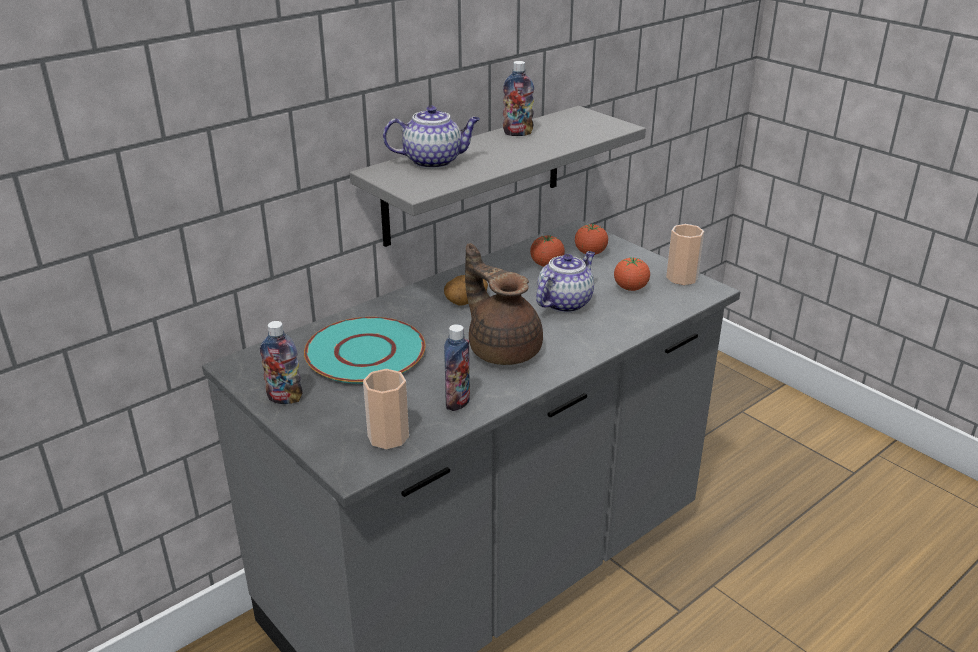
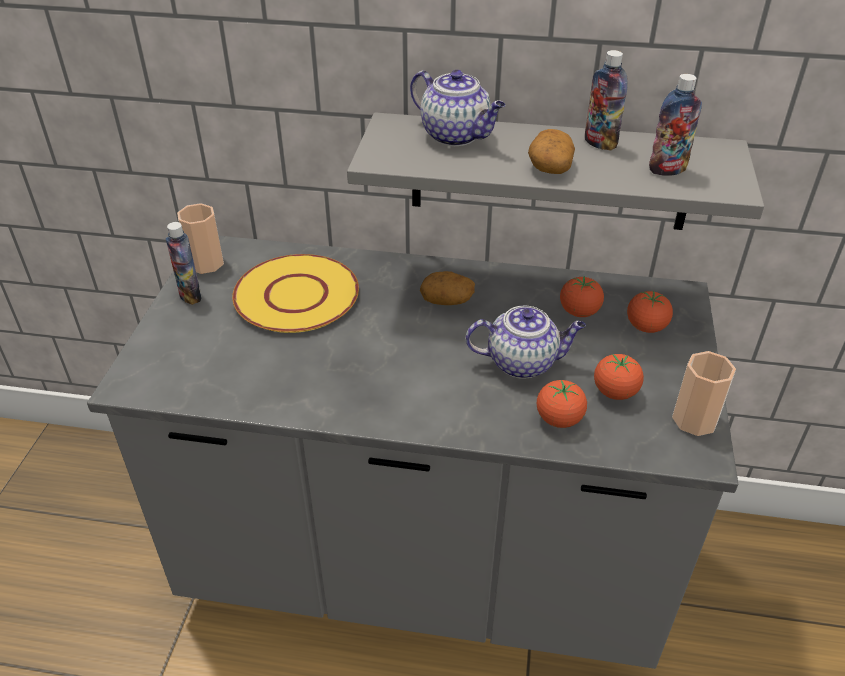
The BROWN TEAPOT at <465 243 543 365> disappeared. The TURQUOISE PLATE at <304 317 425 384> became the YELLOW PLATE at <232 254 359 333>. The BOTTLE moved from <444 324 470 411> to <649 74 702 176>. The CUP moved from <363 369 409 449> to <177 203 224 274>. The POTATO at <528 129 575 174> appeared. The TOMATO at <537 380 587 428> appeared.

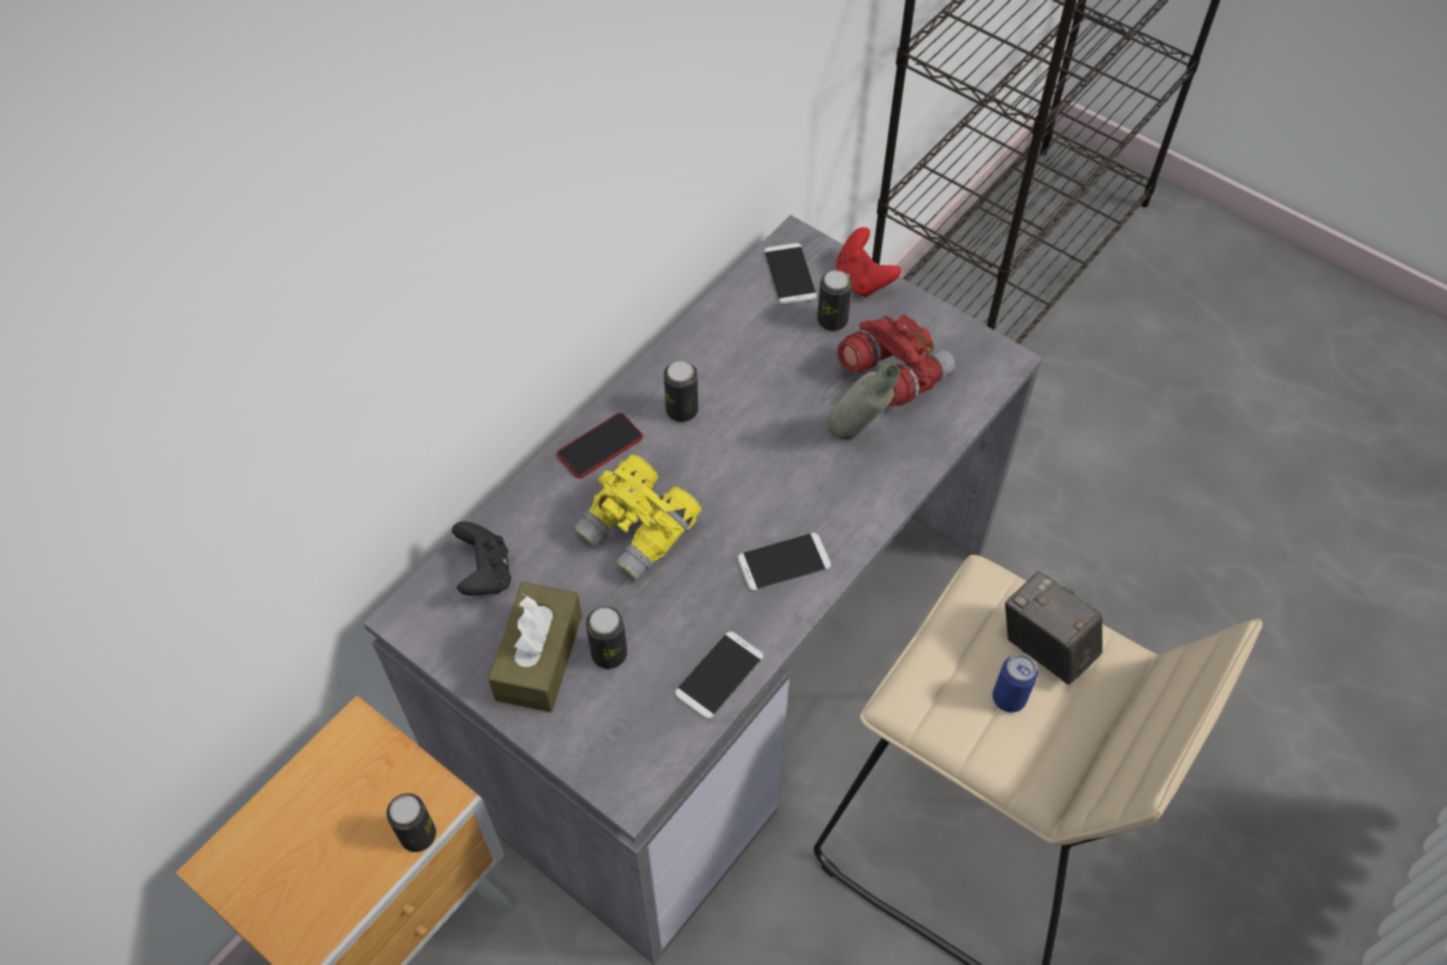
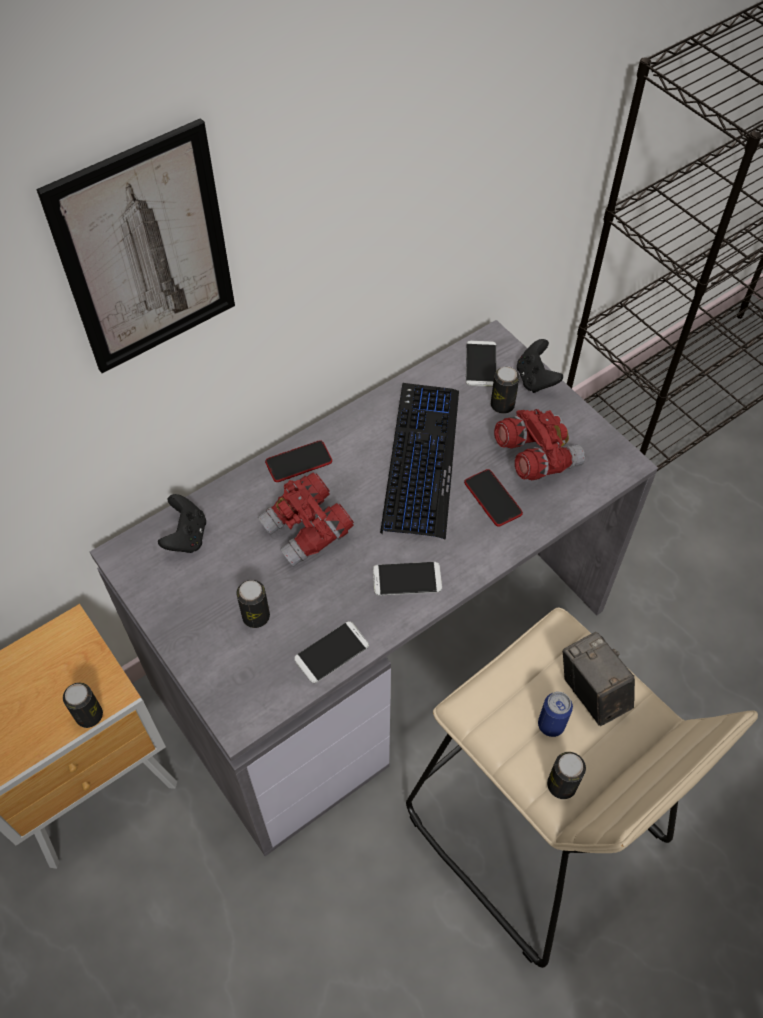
The RED GAME CONTROLLER at <836 227 901 297> became the BLACK GAME CONTROLLER at <517 339 563 393>. The CAN moved from <664 361 698 422> to <547 752 586 799>. The GREY BOTTLE at <827 364 900 440> was replaced by the PHONE at <464 469 523 527>. The YELLOW BINOCULARS at <574 454 702 580> became the RED BINOCULARS at <257 472 354 567>. The BROWN TISSUE BOX at <488 582 582 712> disappeared. The PICTURE at <36 118 235 373> appeared. The KEYBOARD at <380 383 459 540> appeared.

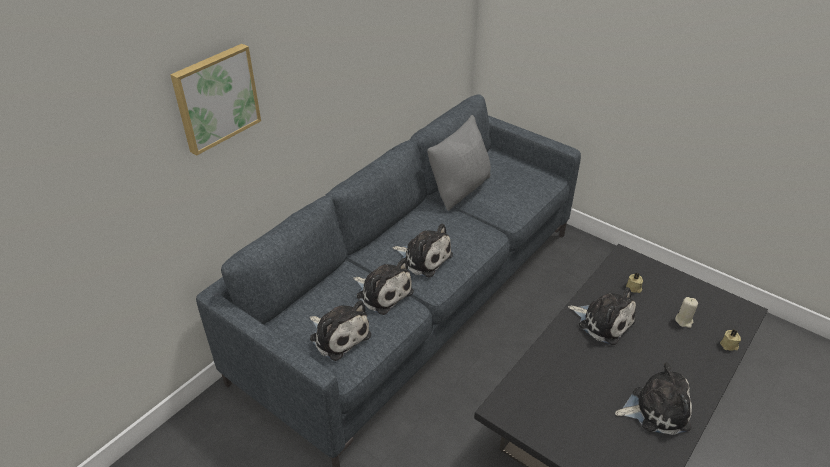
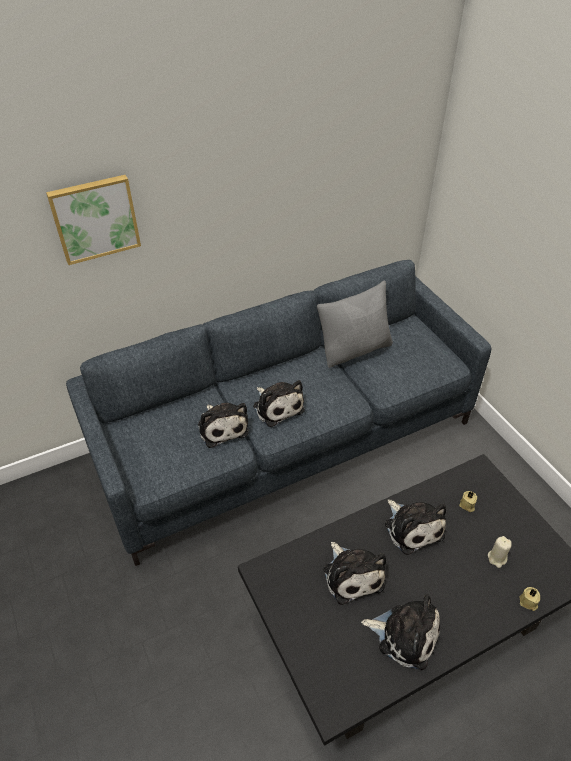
The PLUSH TOY moved from <309 300 371 361> to <323 542 386 605>.

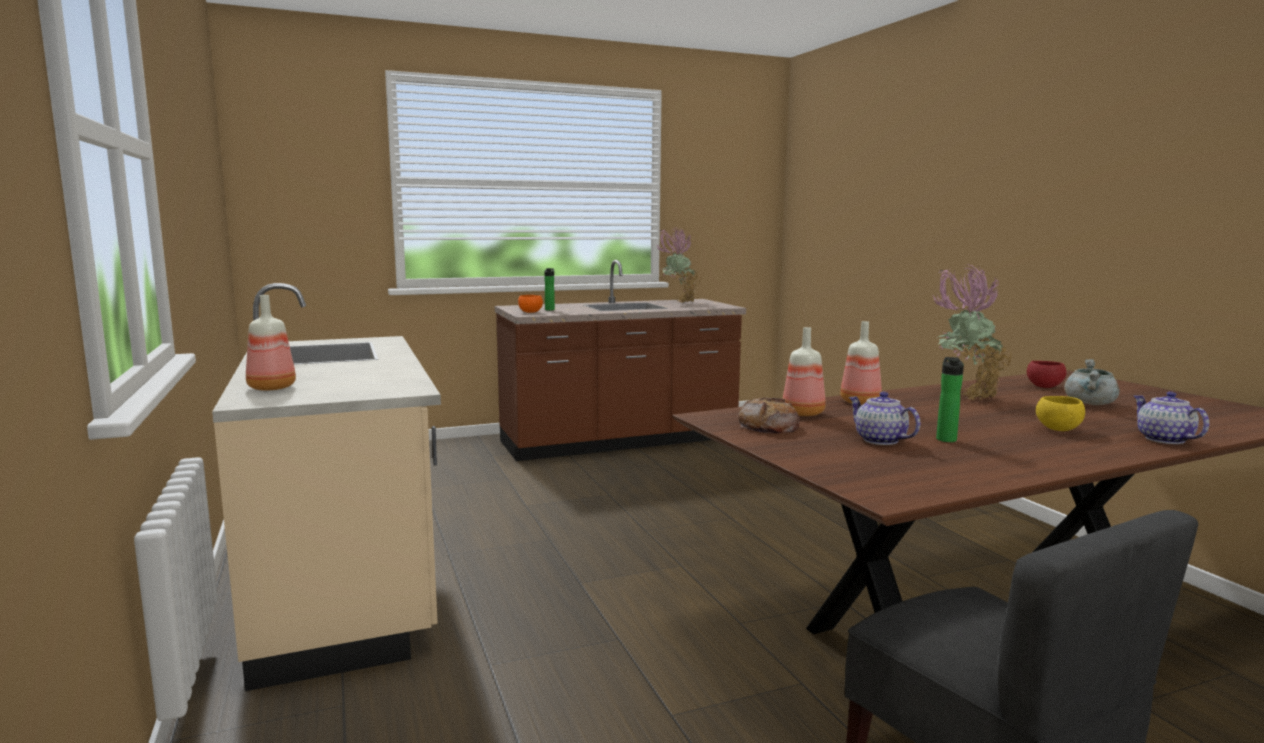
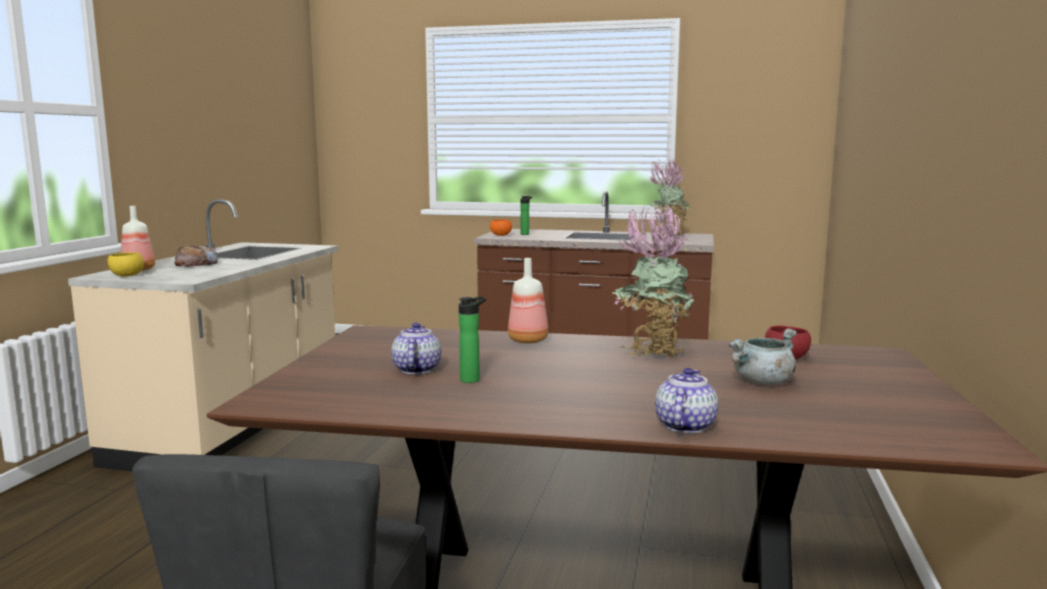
The BOTTLE at <783 327 826 416> disappeared. The YELLOW BOWL moved from <1036 396 1085 431> to <108 252 144 276>. The BREAD moved from <738 397 800 433> to <174 245 218 267>.

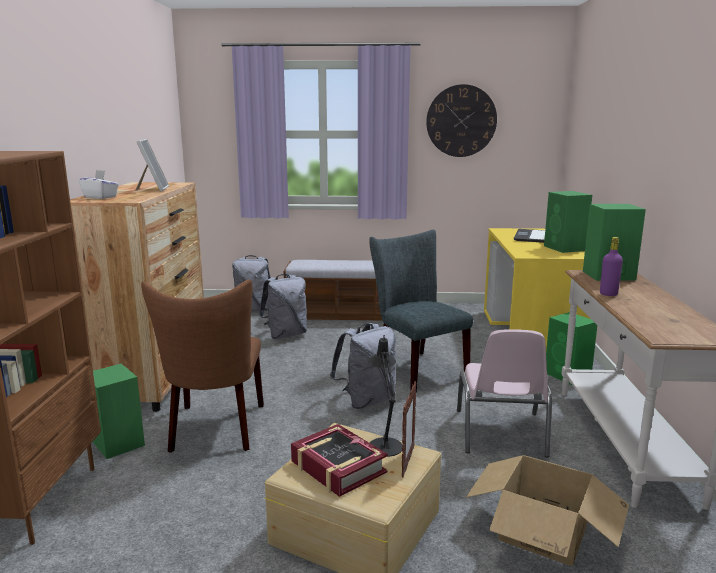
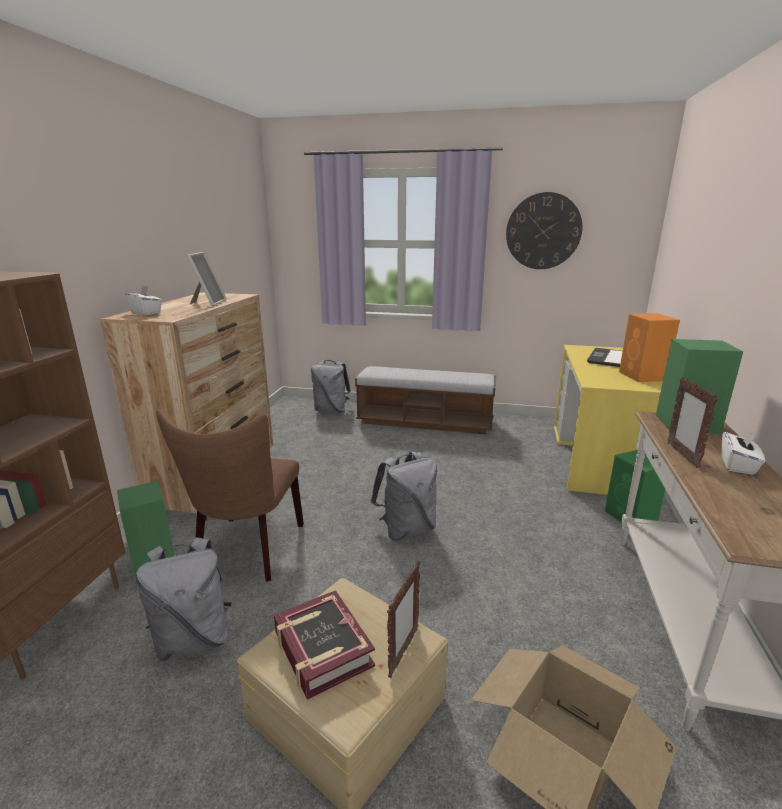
The GREEN SPEAKER at <544 191 592 253> became the ORANGE SPEAKER at <619 313 680 382>. The GREY CHAIR at <369 230 473 392> disappeared. The PURPLE BOTTLE at <600 237 623 296> was replaced by the PICTURE FRAME at <667 377 718 468>. The GREY BACKPACK moved from <259 274 307 339> to <136 537 232 661>. The PINK CHAIR at <457 329 552 457> disappeared. The BLACK TABLE LAMP at <369 335 403 457> disappeared. The WHITE TISSUE BOX at <721 430 765 475> appeared.

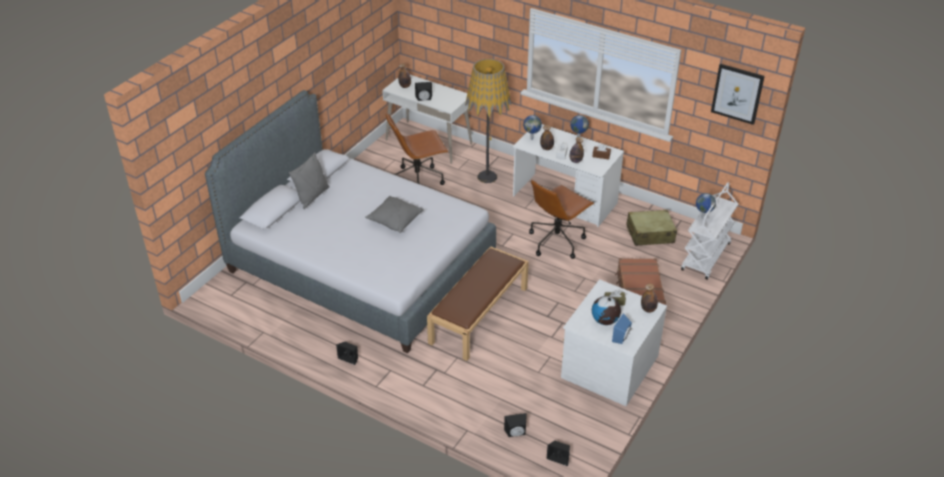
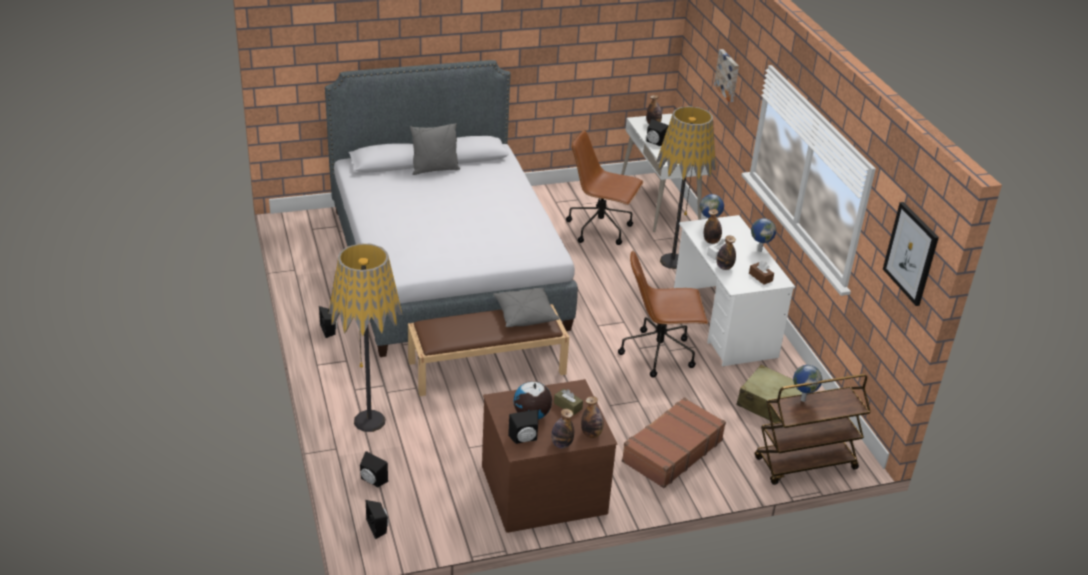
The WHITE CART at <681 182 738 280> became the BROWN CART at <755 374 871 485>. The GREY PILLOW moved from <365 196 424 233> to <493 288 560 327>. The WHITE DRESSER at <561 279 667 406> became the BROWN DRESSER at <482 379 618 533>. The BLUE SPEAKER at <612 314 632 344> became the BLACK SPEAKER at <508 410 538 444>. The PICTURE at <714 49 739 102> appeared. The FLOOR LAMP at <328 243 403 432> appeared. The BOTTLE at <551 409 574 448> appeared.

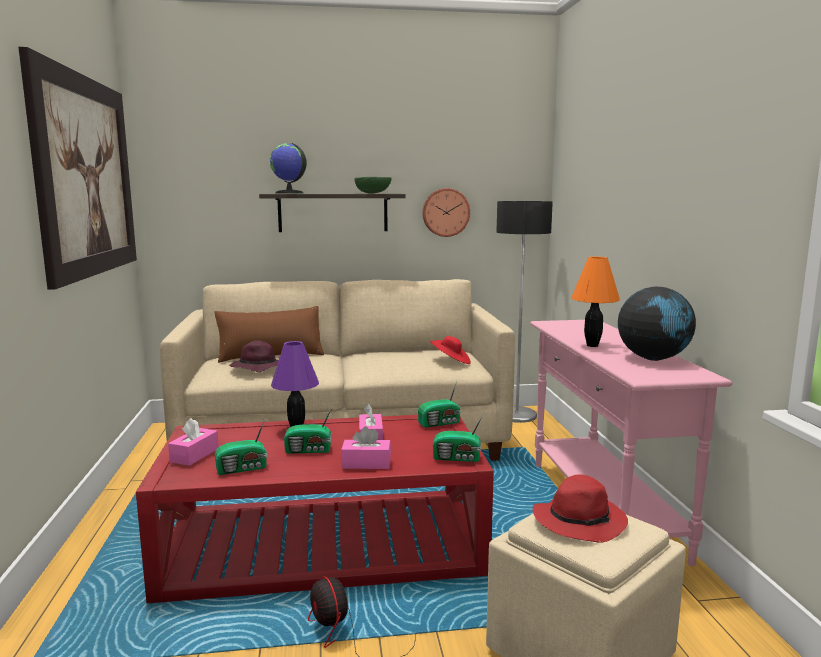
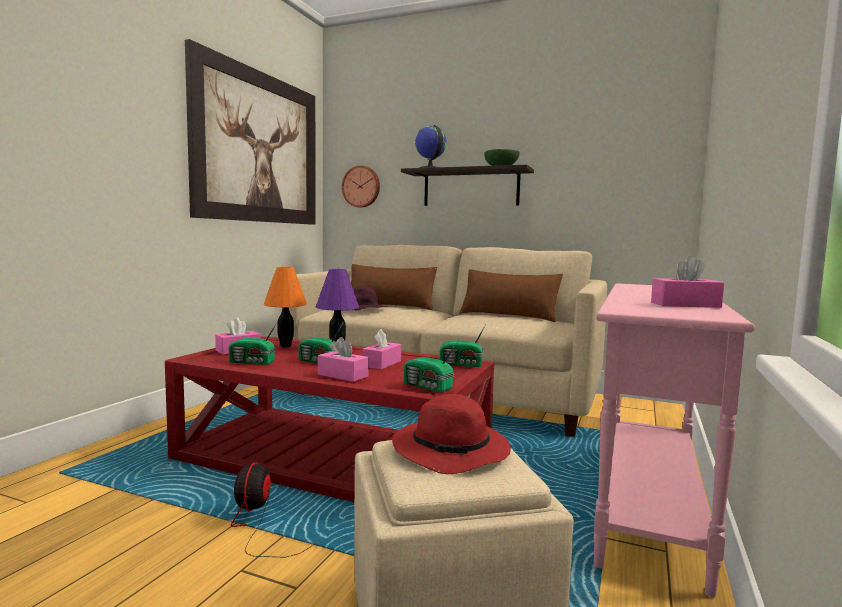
The WALL CLOCK moved from <422 188 470 237> to <341 165 380 208>. The FLOOR LAMP at <496 201 553 423> disappeared. The ORANGE TABLE LAMP moved from <571 257 620 347> to <264 267 307 347>. The GLOBE at <618 287 696 361> was replaced by the PINK TISSUE BOX at <651 256 724 308>. The RED HAT at <430 336 471 364> disappeared. The BROWN PILLOW at <459 269 563 322> appeared.

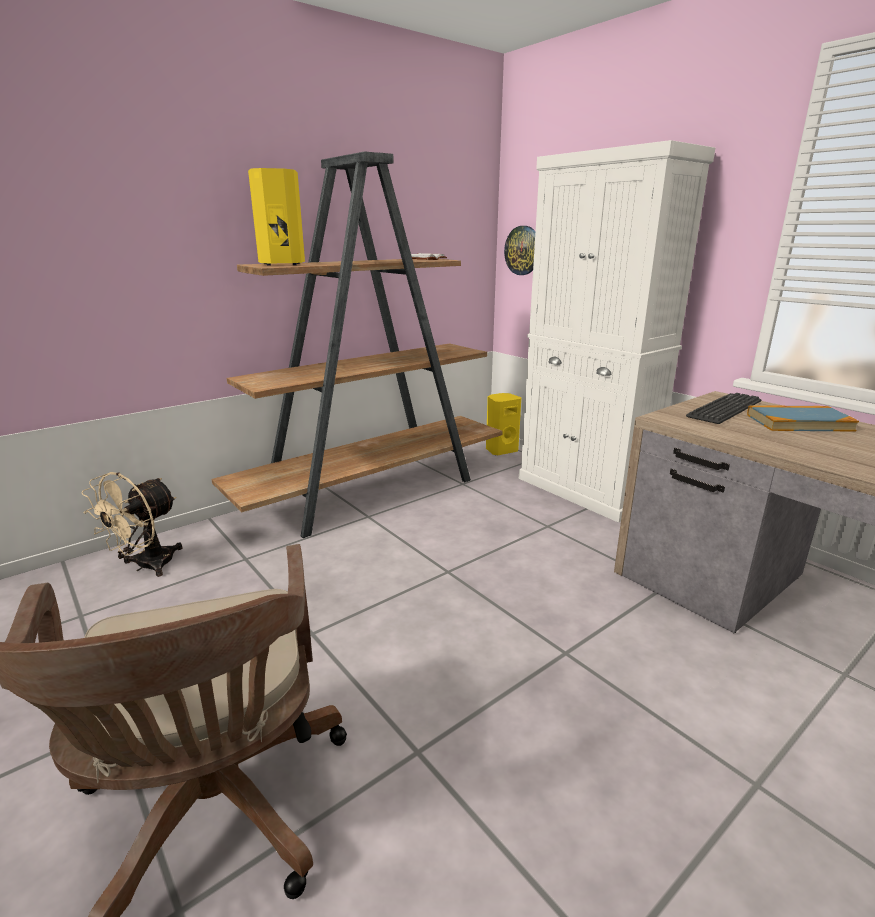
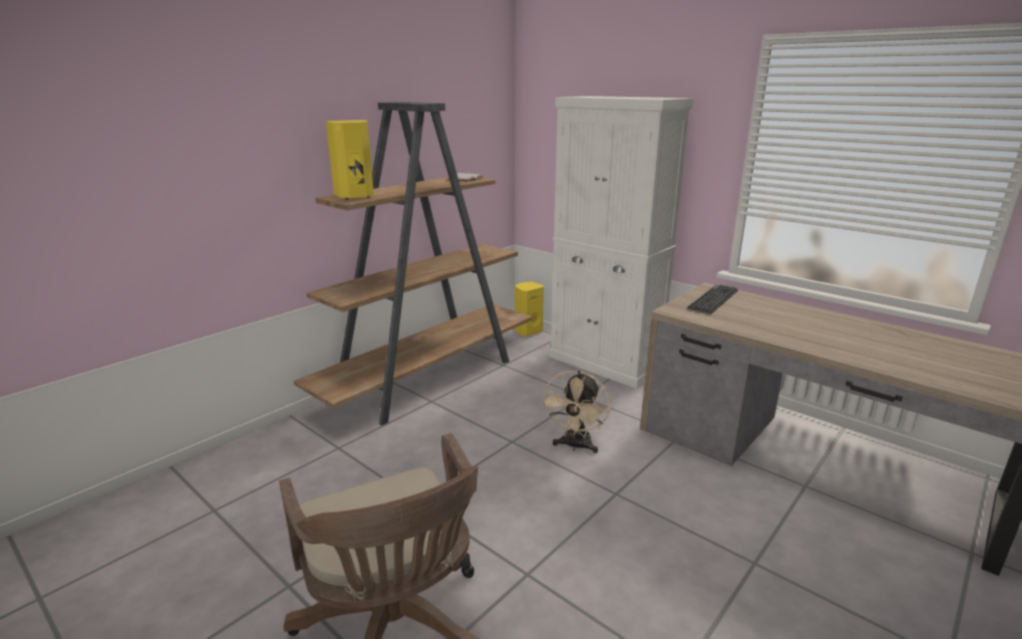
The WALL CLOCK at <504 226 535 275> disappeared. The BOOK at <747 405 859 431> disappeared. The BEIGE FAN moved from <82 472 182 577> to <540 370 610 453>.

